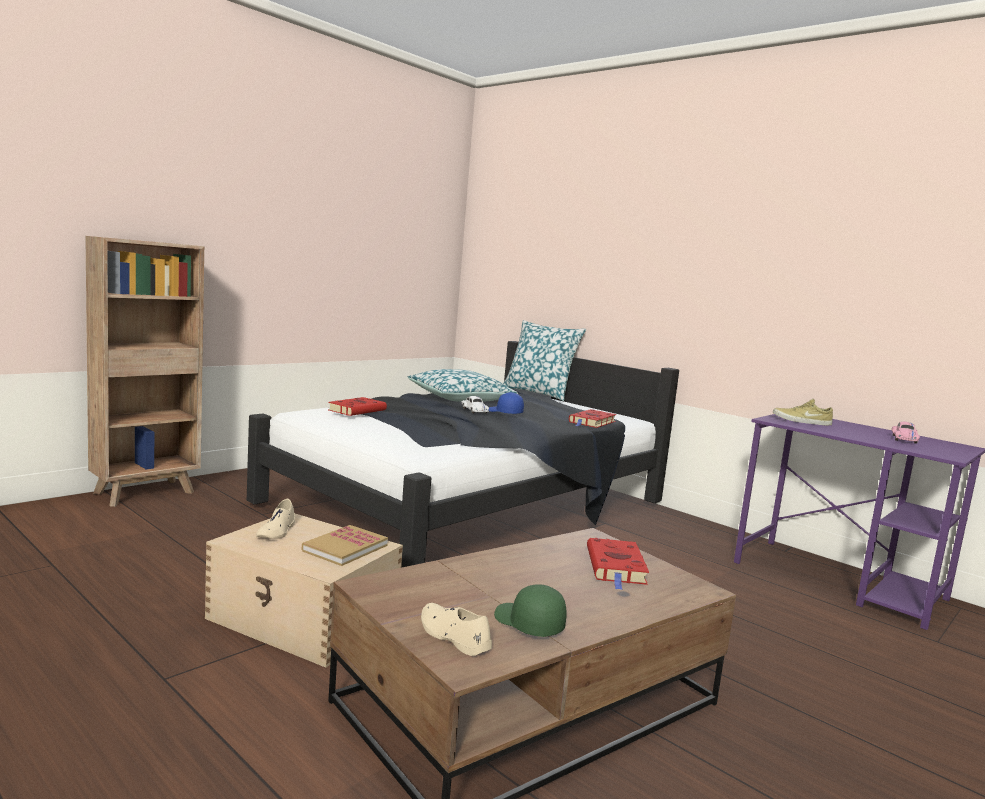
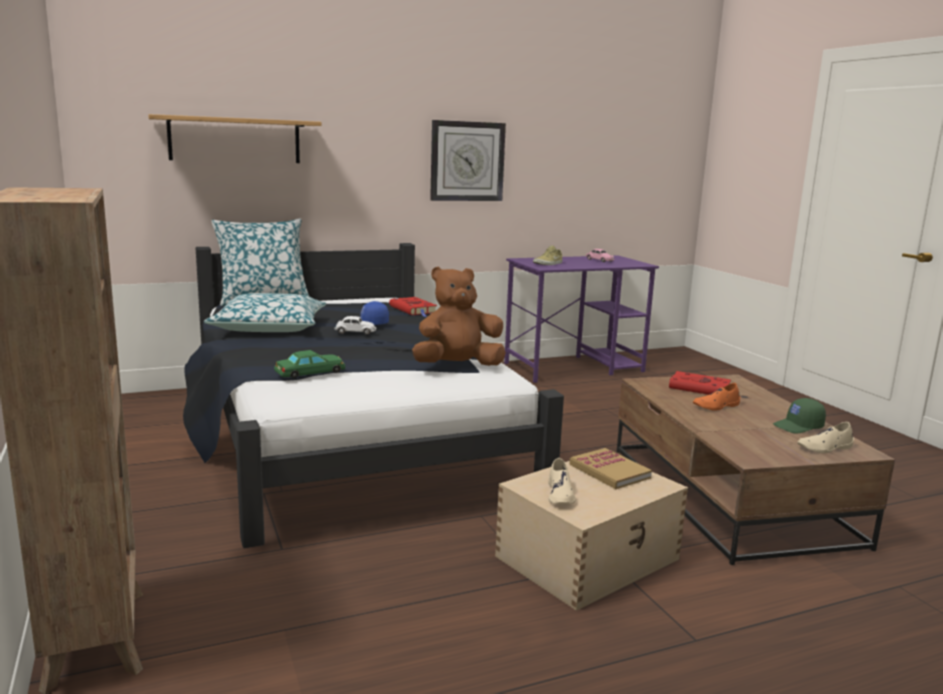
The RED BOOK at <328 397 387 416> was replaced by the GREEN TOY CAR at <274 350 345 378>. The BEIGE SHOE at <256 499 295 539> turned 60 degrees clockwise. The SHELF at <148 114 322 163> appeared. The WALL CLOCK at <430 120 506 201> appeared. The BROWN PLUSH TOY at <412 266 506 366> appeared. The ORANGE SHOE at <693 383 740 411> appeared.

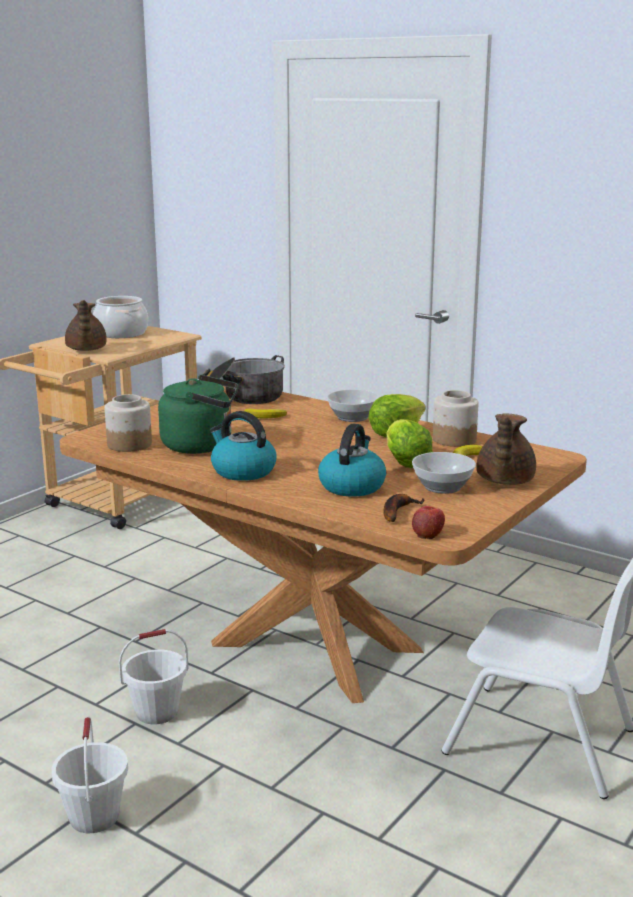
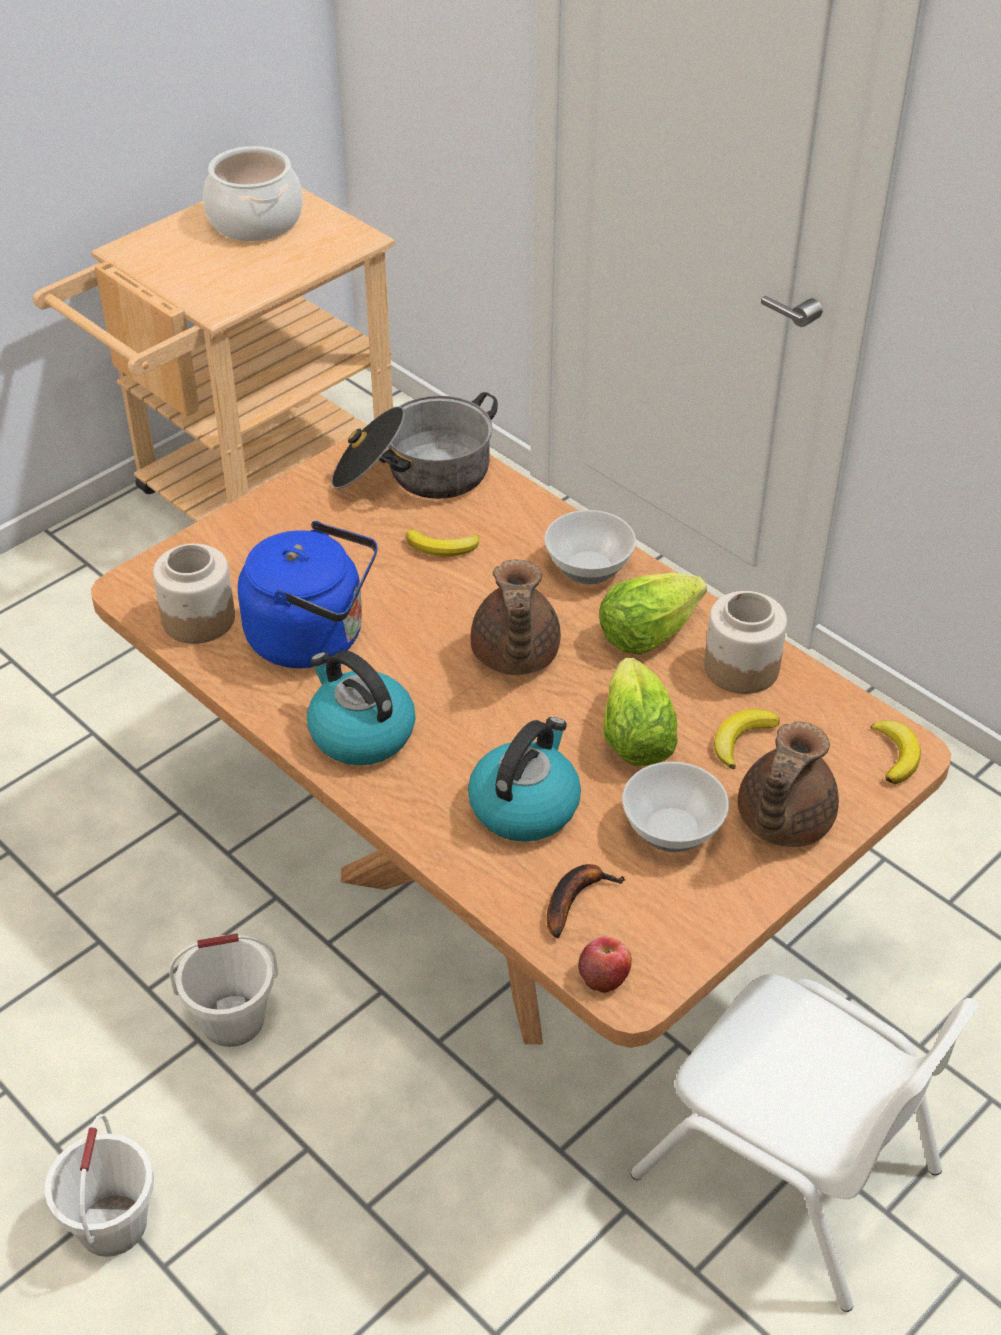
The BROWN TEAPOT moved from <65 300 107 351> to <471 560 561 675>. The GREEN KETTLE at <158 375 239 454> became the BLUE KETTLE at <238 521 378 668>. The BANANA at <871 721 921 784> appeared.

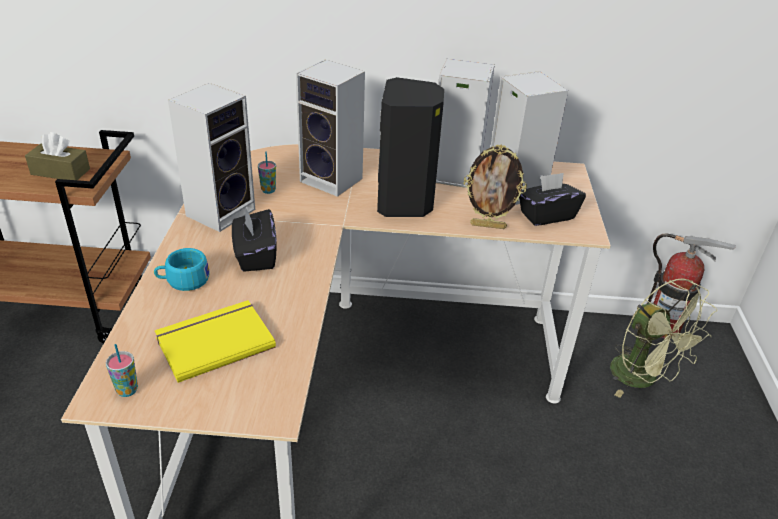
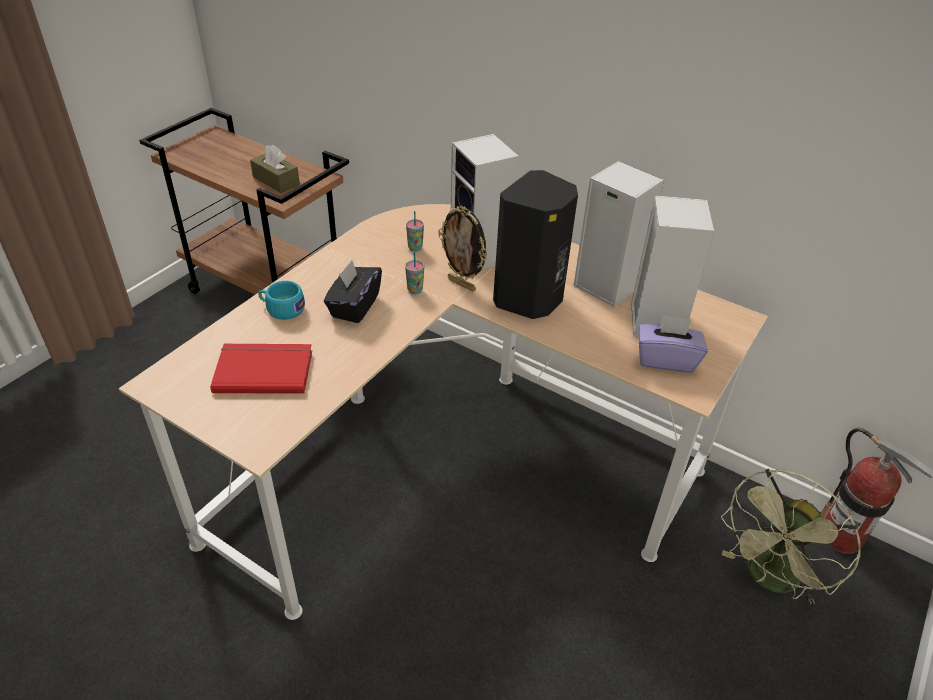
The SPEAKER at <168 83 255 232> disappeared. The PICTURE FRAME moved from <464 145 527 229> to <438 206 488 291>. The BLACK TISSUE BOX at <519 173 586 226> became the PURPLE TISSUE BOX at <639 315 708 373>. The GREEN FAN at <610 278 717 398> turned 45 degrees clockwise. The YELLOW BOOK at <155 300 276 383> became the RED BOOK at <210 344 312 394>. The CUP moved from <106 344 138 397> to <405 252 424 294>.

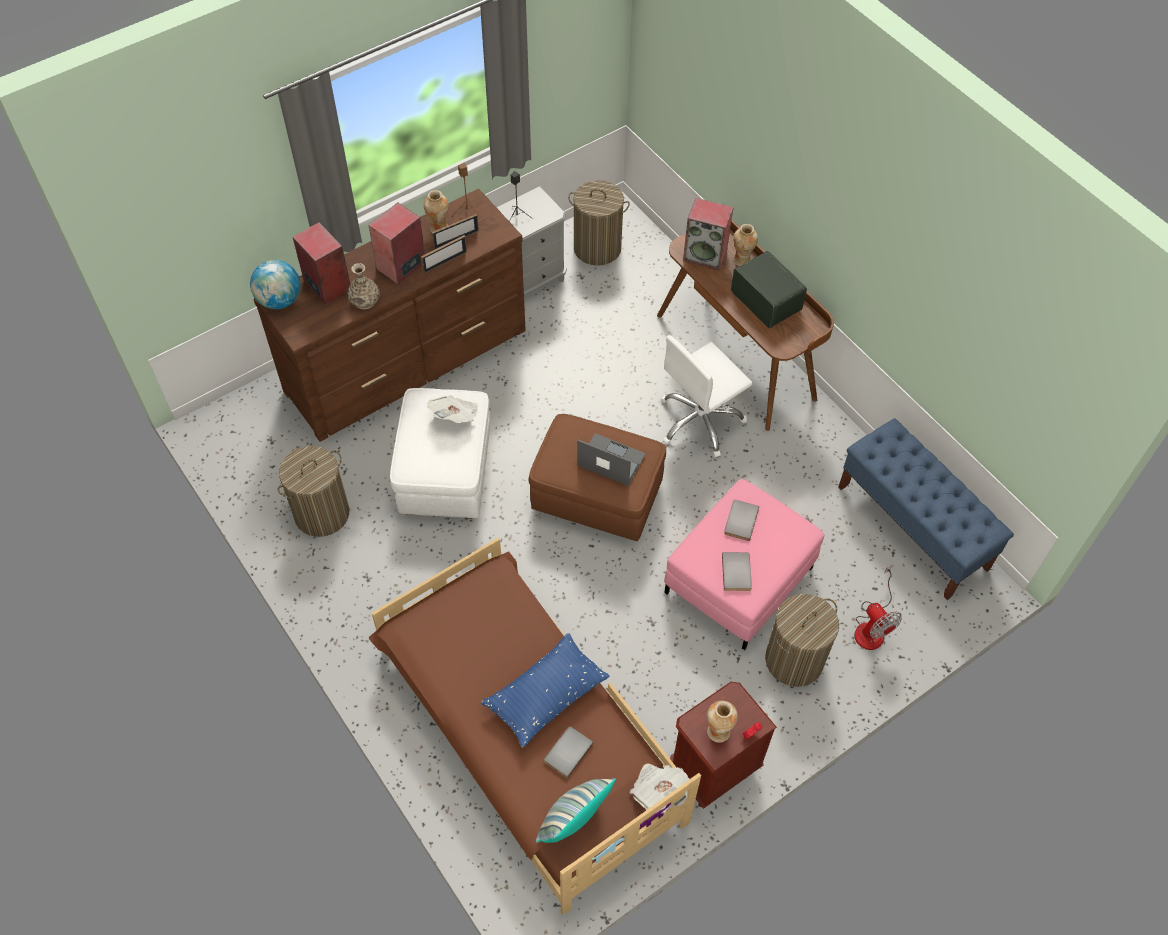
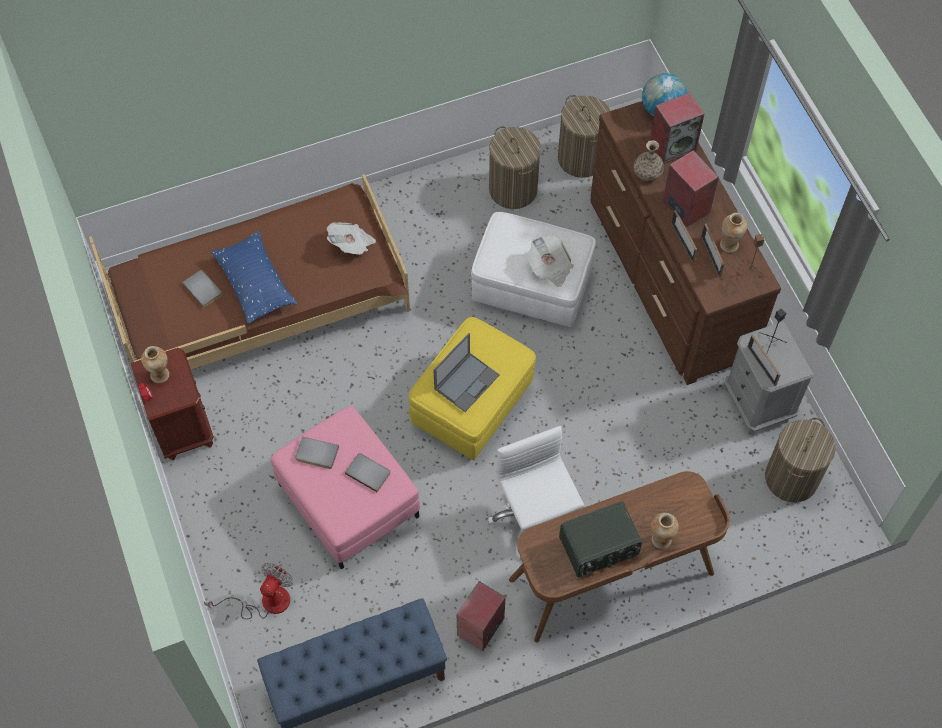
The SPEAKER moved from <683 198 733 270> to <457 581 506 651>. The BROWN OTTOMAN at <528 414 666 541> became the YELLOW OTTOMAN at <408 317 536 460>. The FAN at <854 564 902 650> turned 135 degrees clockwise. The LAUNDRY BASKET moved from <765 594 839 687> to <558 95 610 178>. The NEWSPAPER moved from <630 763 690 814> to <327 222 376 255>. The PILLOW at <536 778 616 843> disappeared. The PICTURE FRAME at <748 335 781 386> appeared.

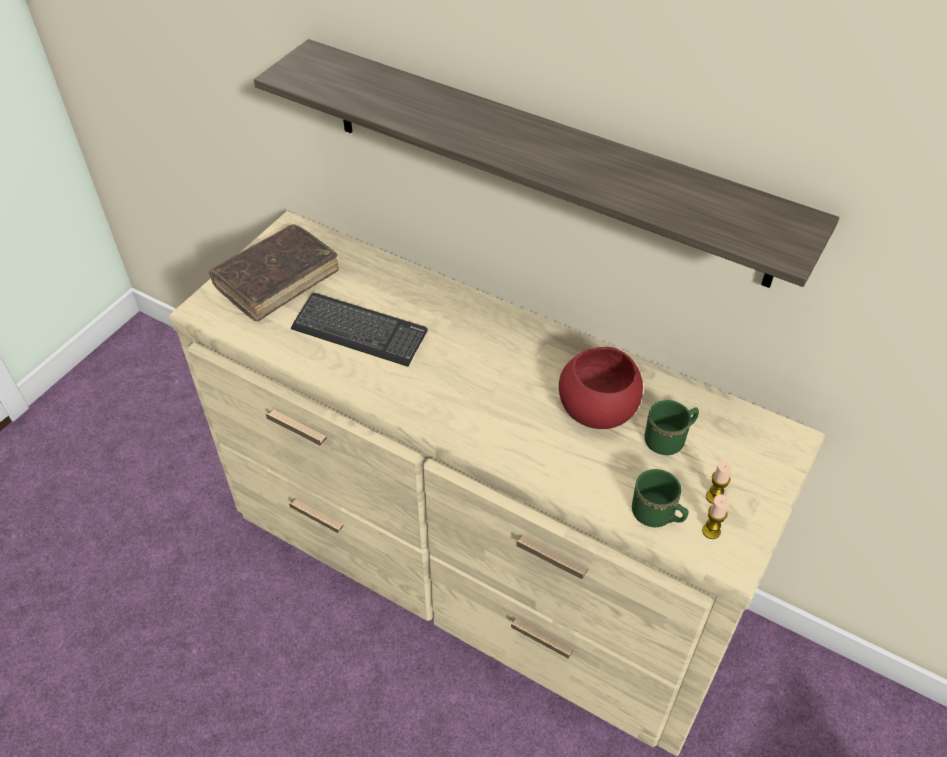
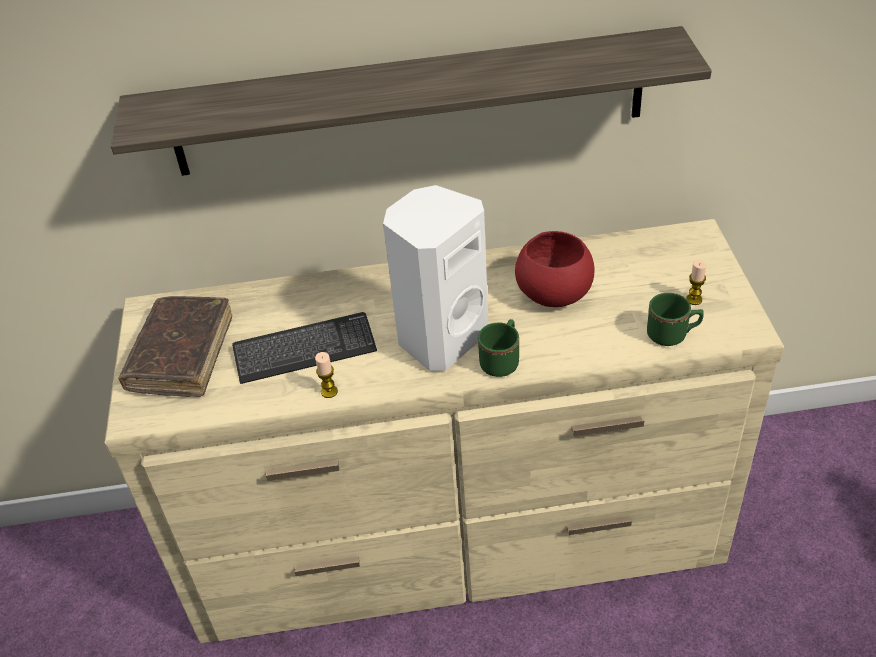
The GREEN MUG moved from <644 400 699 455> to <478 319 519 377>. The CANDLE moved from <702 494 729 539> to <315 352 338 398>. The WHITE SPEAKER at <383 185 488 371> appeared.

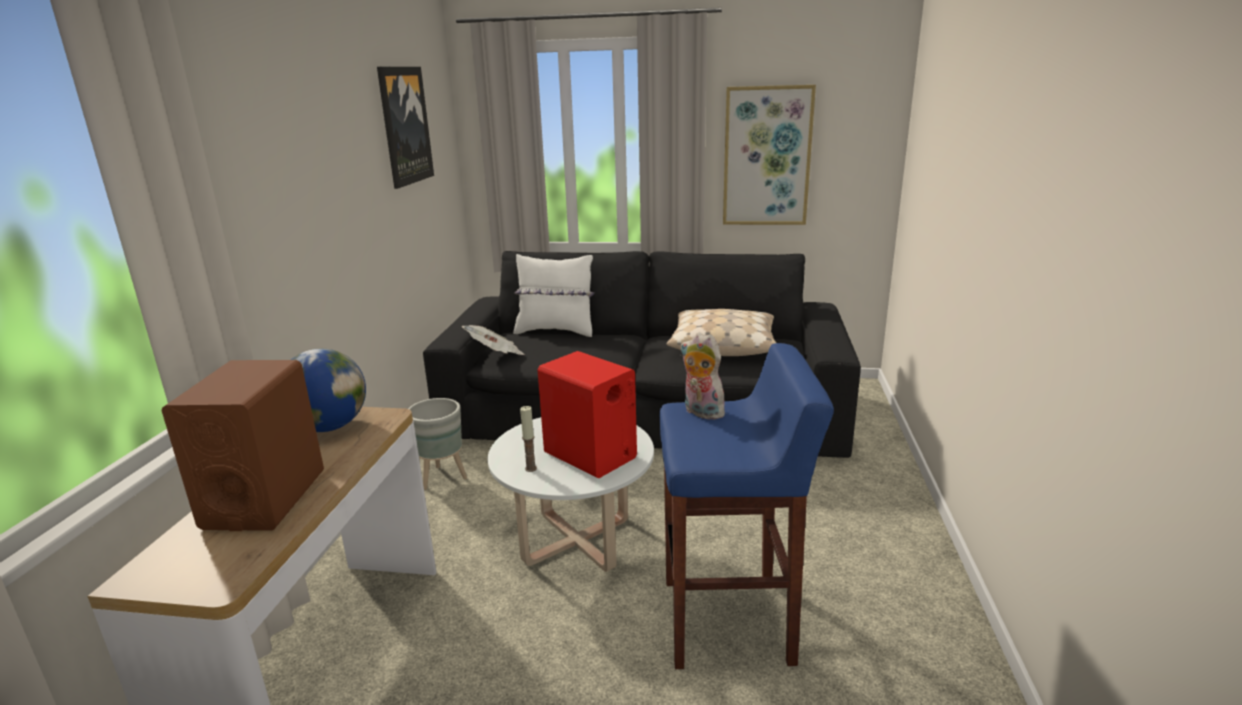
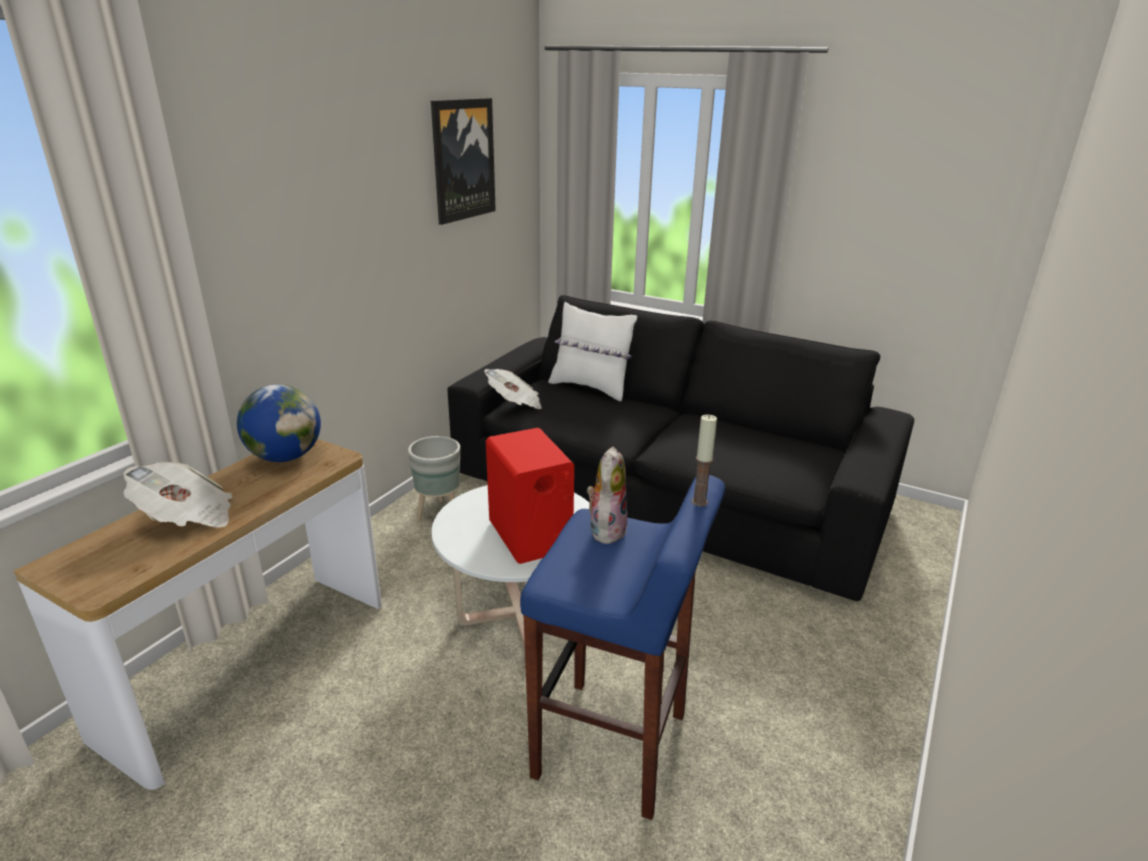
The PICTURE at <723 85 816 225> disappeared. The BEIGE PILLOW at <667 309 776 356> disappeared. The PLUSH TOY at <681 332 725 420> turned 45 degrees clockwise. The BROWN SPEAKER at <161 360 324 531> was replaced by the NEWSPAPER at <123 462 232 528>. The CANDLE moved from <520 406 537 472> to <692 415 717 507>.

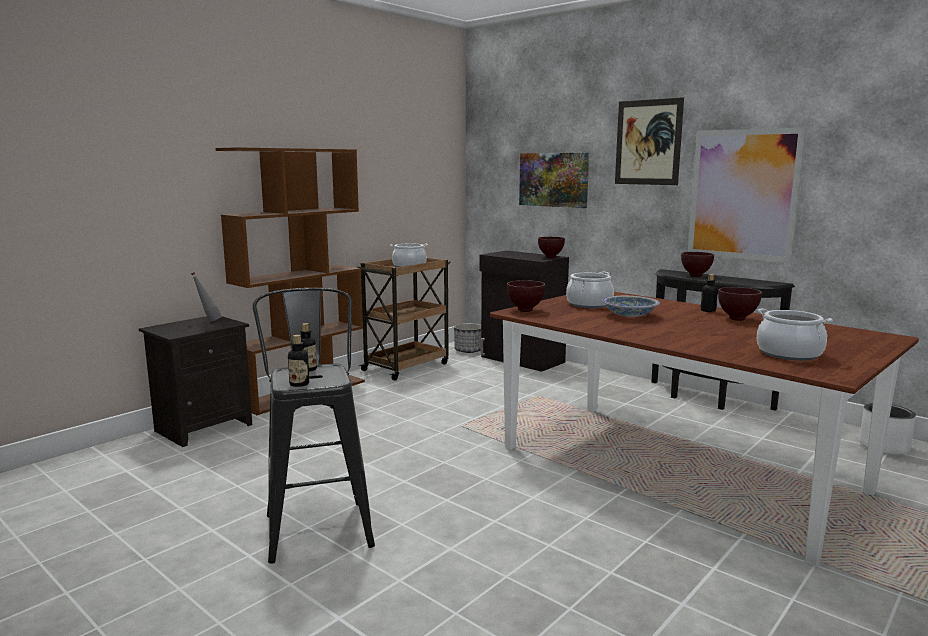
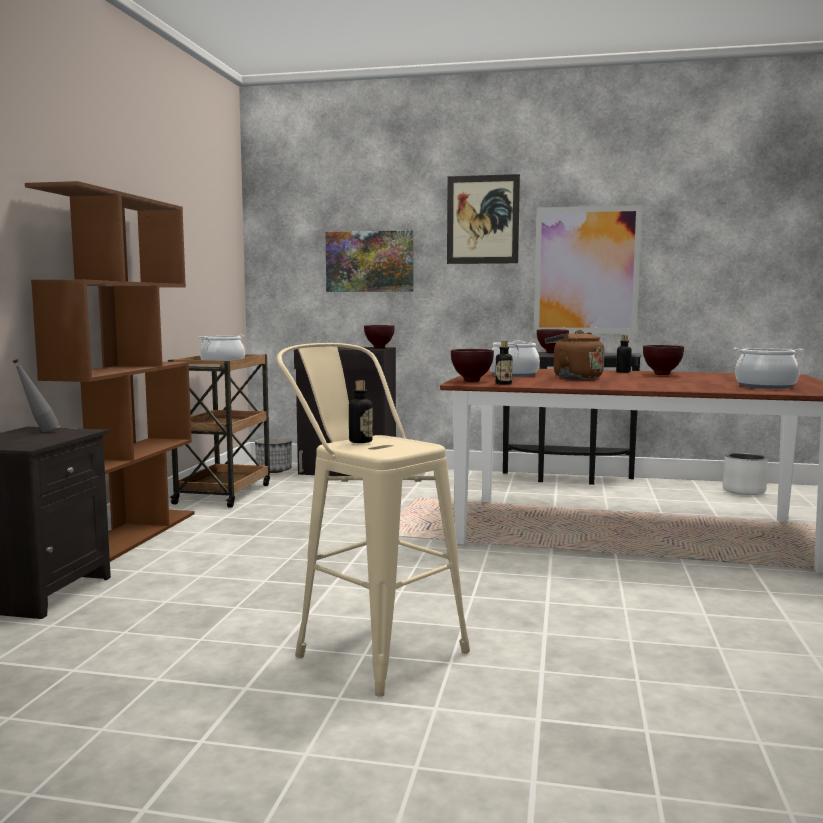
The BLACK STOOL at <253 288 375 564> became the BEIGE STOOL at <277 343 470 697>. The BOWL at <602 296 660 317> was replaced by the BROWN KETTLE at <545 330 604 380>. The BOTTLE moved from <288 335 309 387> to <495 341 513 385>.

